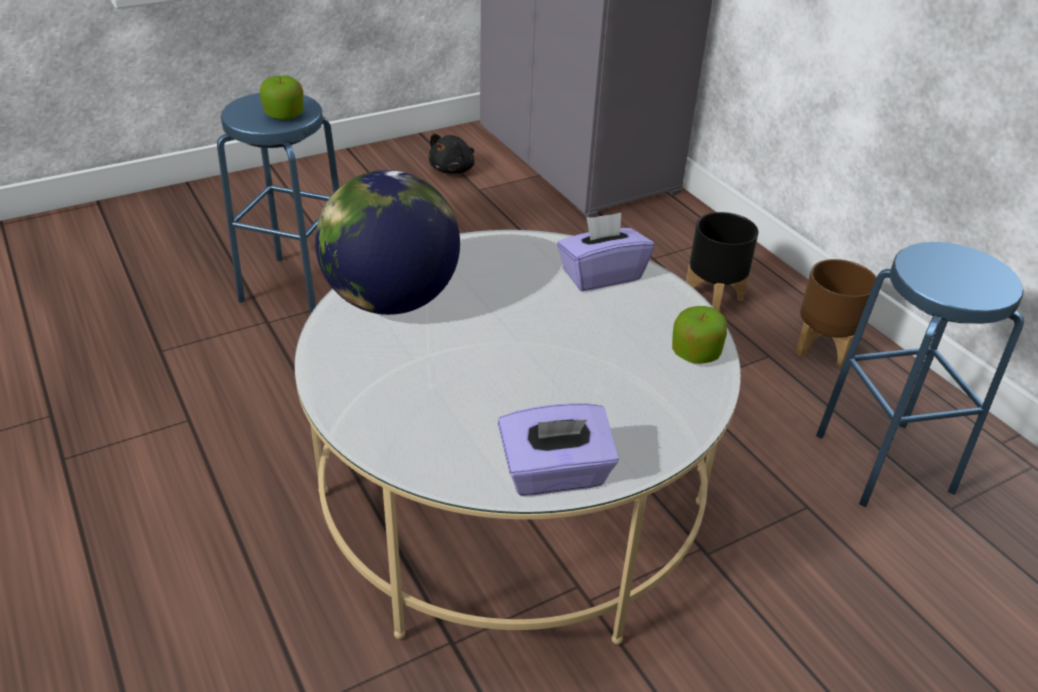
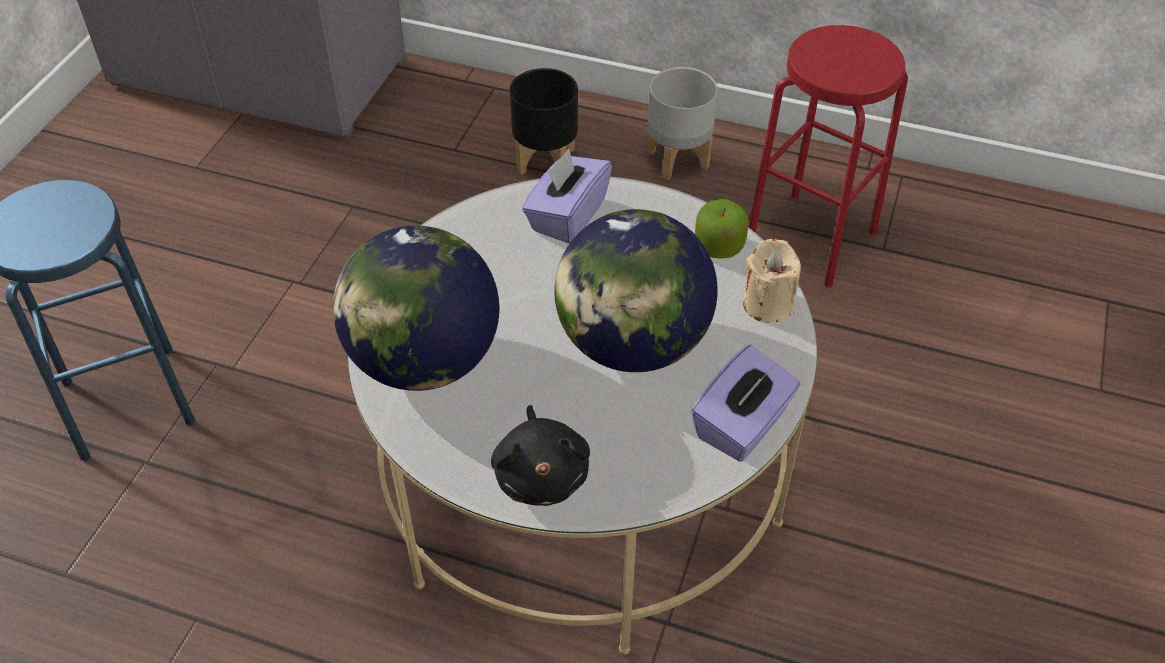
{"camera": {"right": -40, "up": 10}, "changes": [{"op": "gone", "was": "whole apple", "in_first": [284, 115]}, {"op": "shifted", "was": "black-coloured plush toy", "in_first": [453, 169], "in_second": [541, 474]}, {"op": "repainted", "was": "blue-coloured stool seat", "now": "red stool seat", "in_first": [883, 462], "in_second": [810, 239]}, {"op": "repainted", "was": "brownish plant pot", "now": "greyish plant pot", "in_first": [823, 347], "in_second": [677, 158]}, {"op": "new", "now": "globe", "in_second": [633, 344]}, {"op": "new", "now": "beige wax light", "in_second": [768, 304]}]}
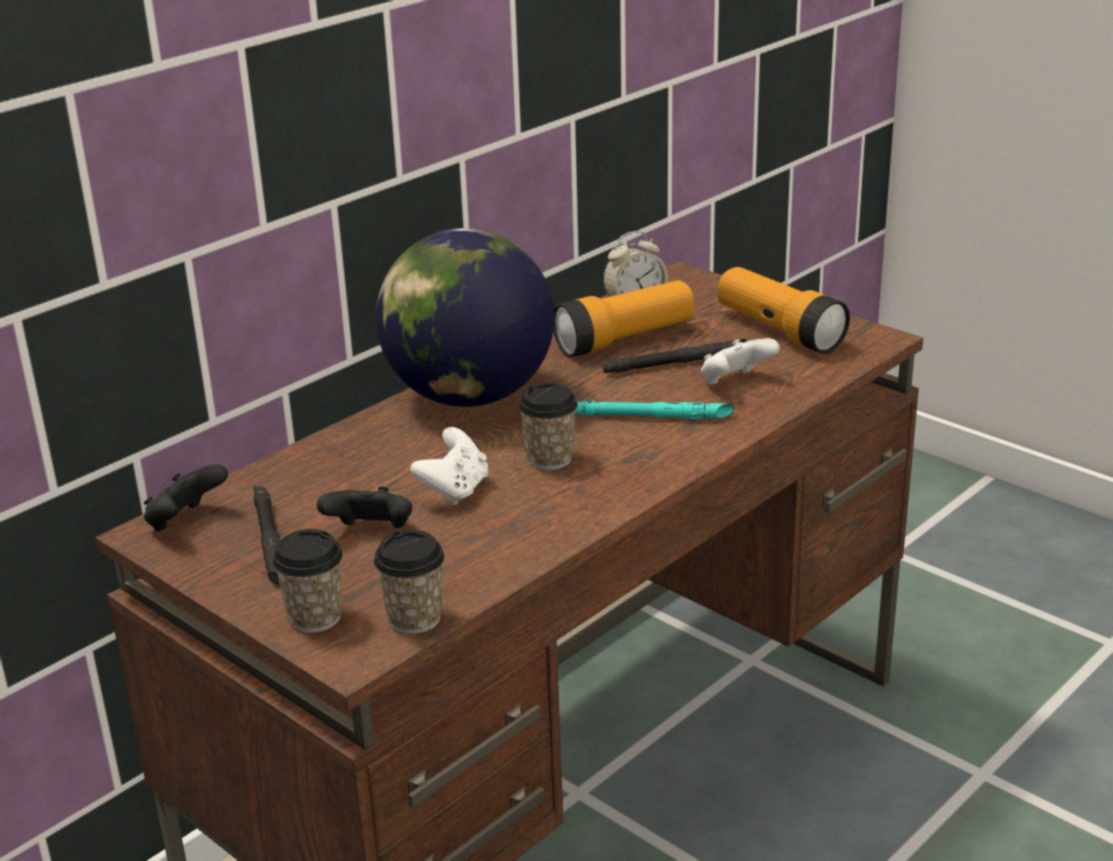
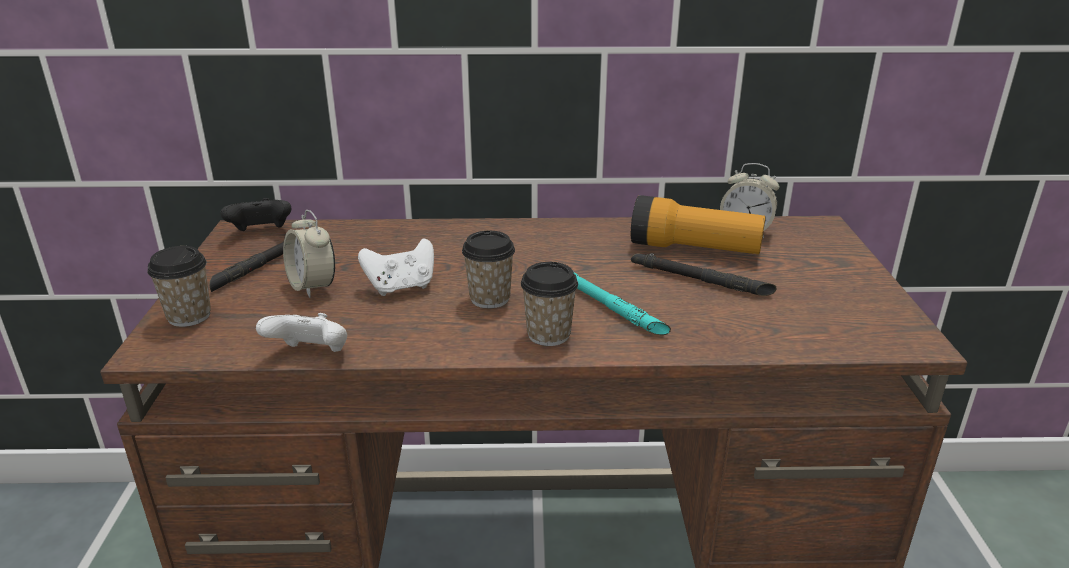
{"camera": {"right": 45, "up": 0}, "changes": [{"op": "gone", "was": "globe", "in_first": [468, 396]}, {"op": "gone", "was": "flashlight", "in_first": [779, 331]}, {"op": "shifted", "was": "white-coloured joypad", "in_first": [735, 382], "in_second": [311, 355]}, {"op": "swapped", "was": "black-coloured joypad", "now": "bedside clock", "in_first": [371, 533], "in_second": [313, 286]}, {"op": "shifted", "was": "small cup", "in_first": [414, 618], "in_second": [548, 334]}]}
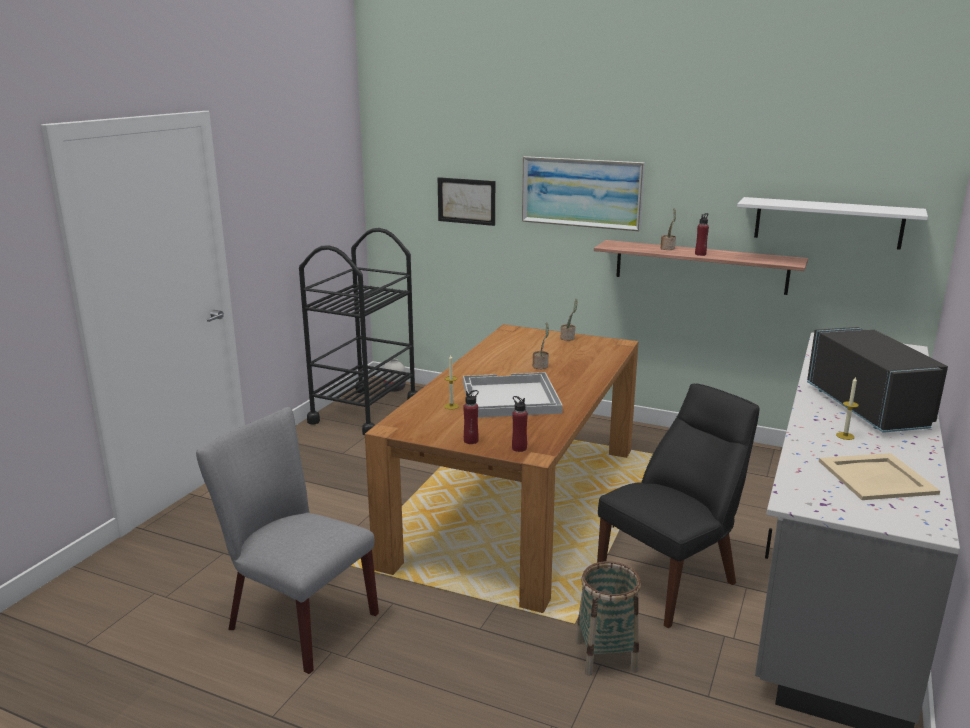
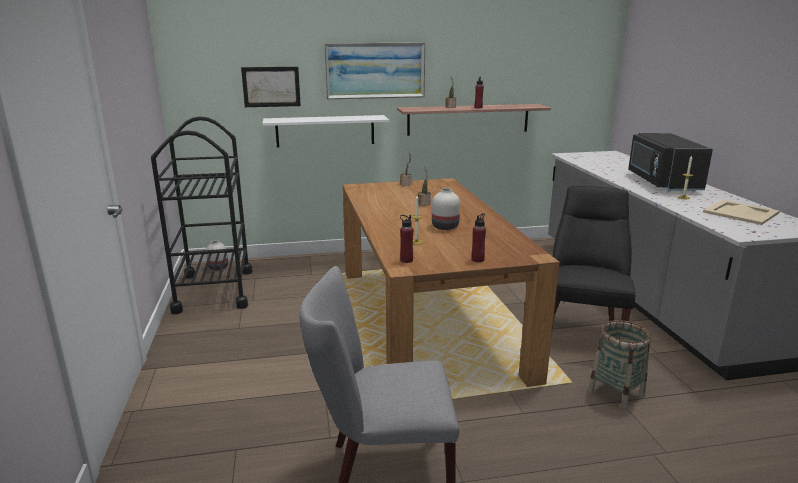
{"camera": {"right": -35, "up": 0}, "changes": [{"op": "shifted", "was": "white-coloured bracket shelf", "in_first": [828, 223], "in_second": [325, 131]}, {"op": "rotated", "was": "black-coloured microwave", "in_first": [870, 408], "in_second": [661, 182], "clockwise": -135}, {"op": "swapped", "was": "white-coloured carrying tray", "now": "white-coloured vase", "in_first": [509, 398], "in_second": [445, 227]}, {"op": "shifted", "was": "red bottle", "in_first": [519, 448], "in_second": [406, 260]}]}
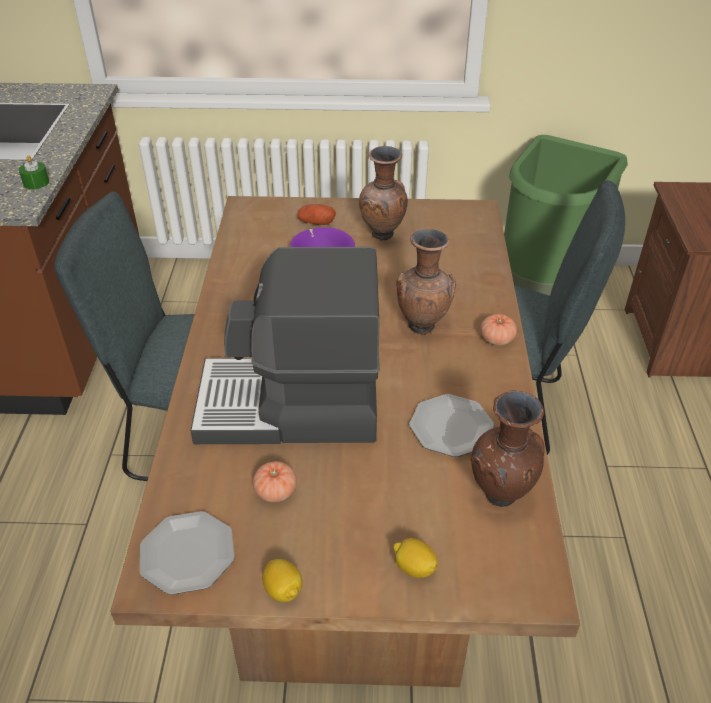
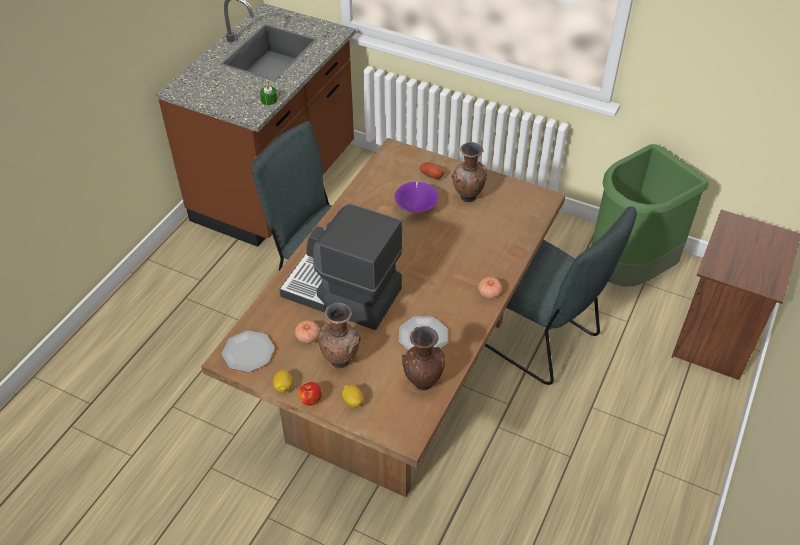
{"camera": {"right": 25, "up": 5}, "changes": [{"op": "shifted", "was": "brownish vase", "in_first": [423, 326], "in_second": [341, 361]}, {"op": "new", "now": "whole apple", "in_second": [310, 400]}]}
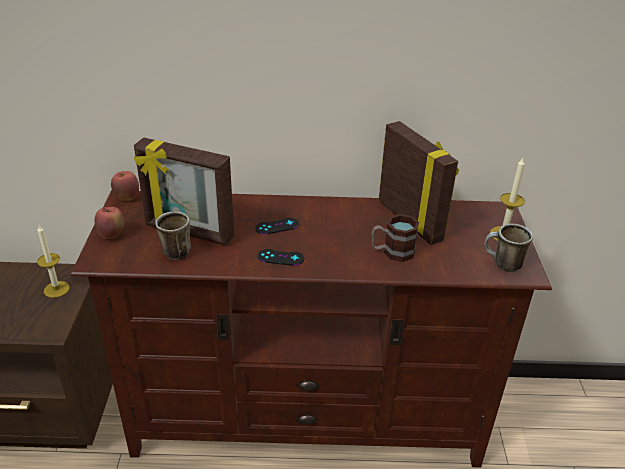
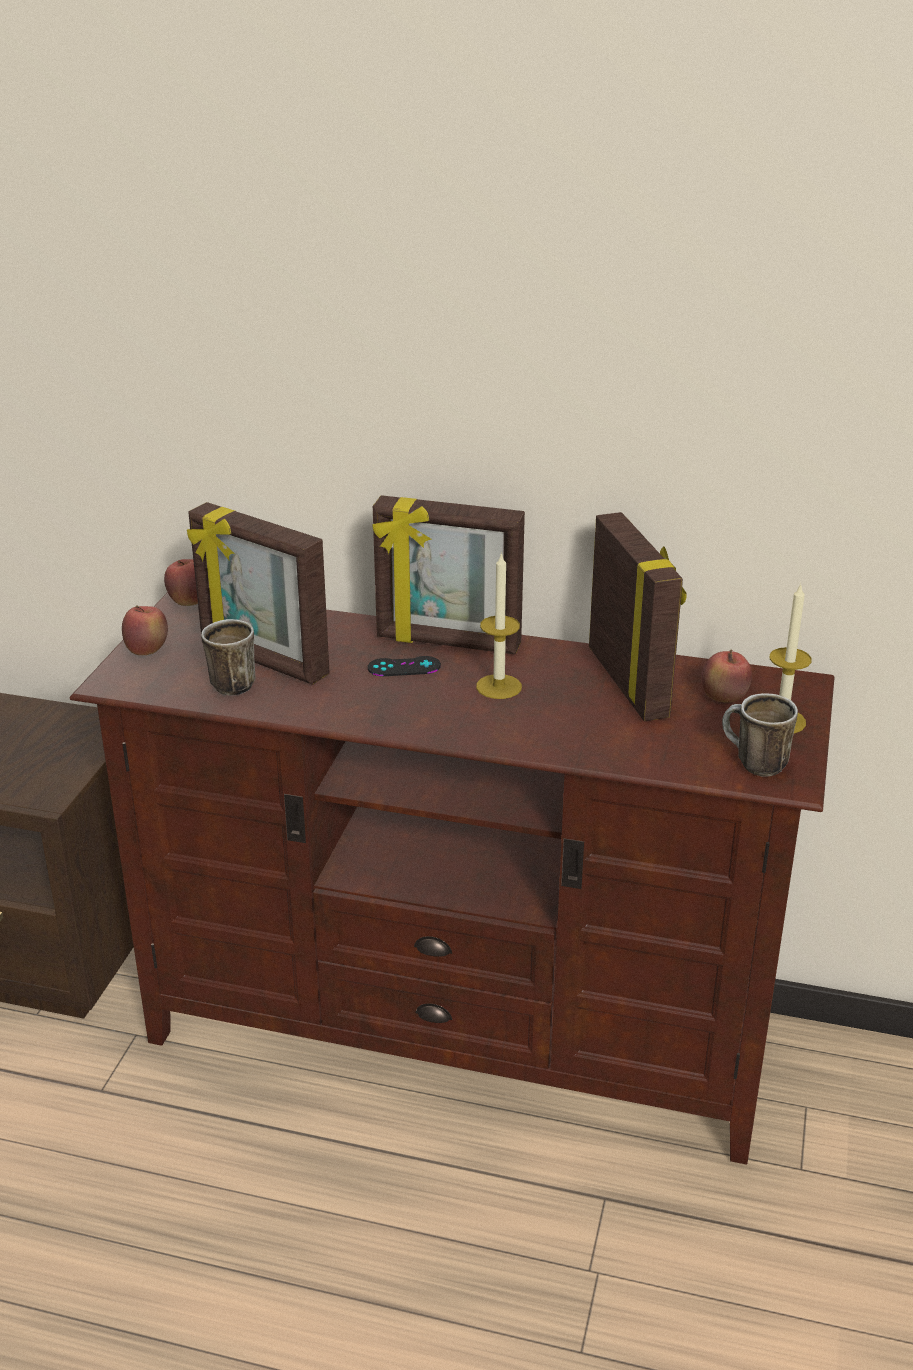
{"camera": {"right": 15, "up": -5}, "changes": [{"op": "gone", "was": "tea mug", "in_first": [392, 252]}, {"op": "shifted", "was": "wax light", "in_first": [56, 289], "in_second": [499, 686]}, {"op": "gone", "was": "black-coloured joypad", "in_first": [280, 257]}, {"op": "new", "now": "picture frame", "in_second": [448, 643]}, {"op": "new", "now": "whole apple", "in_second": [724, 699]}]}
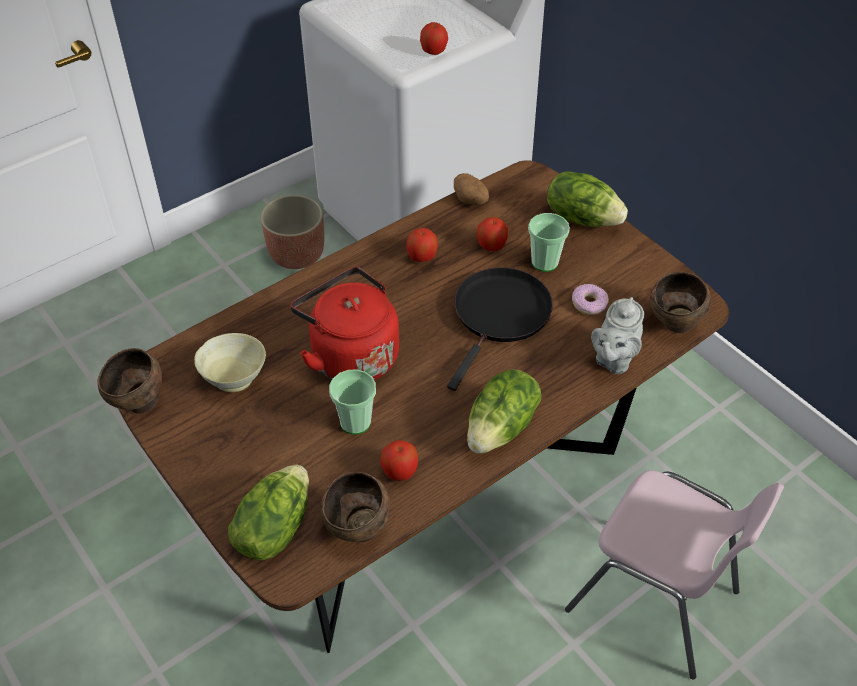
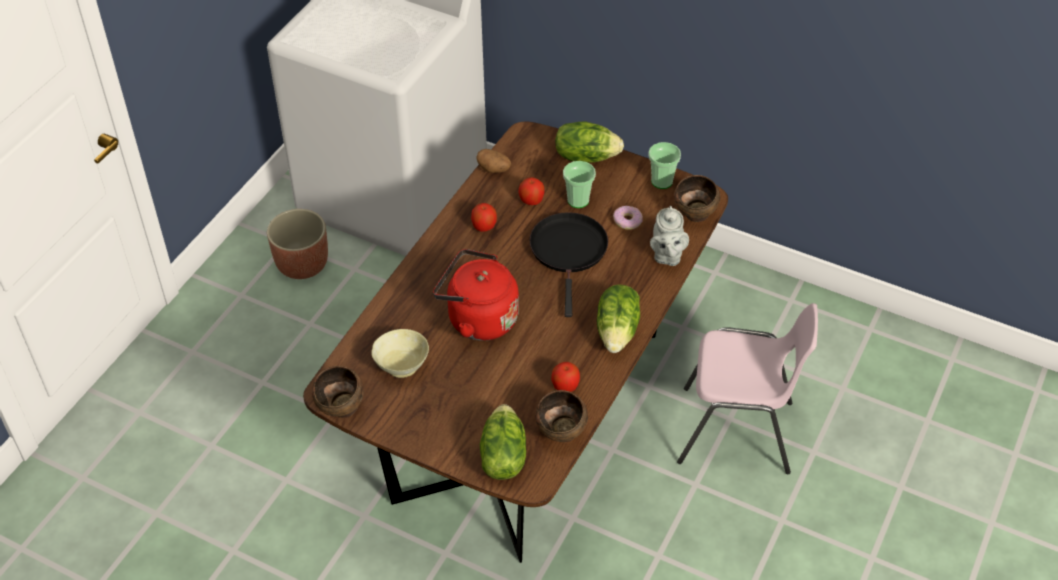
{"camera": {"right": -25, "up": 0}, "changes": [{"op": "gone", "was": "whole apple", "in_first": [433, 51]}, {"op": "shifted", "was": "small cup", "in_first": [355, 422], "in_second": [662, 181]}]}
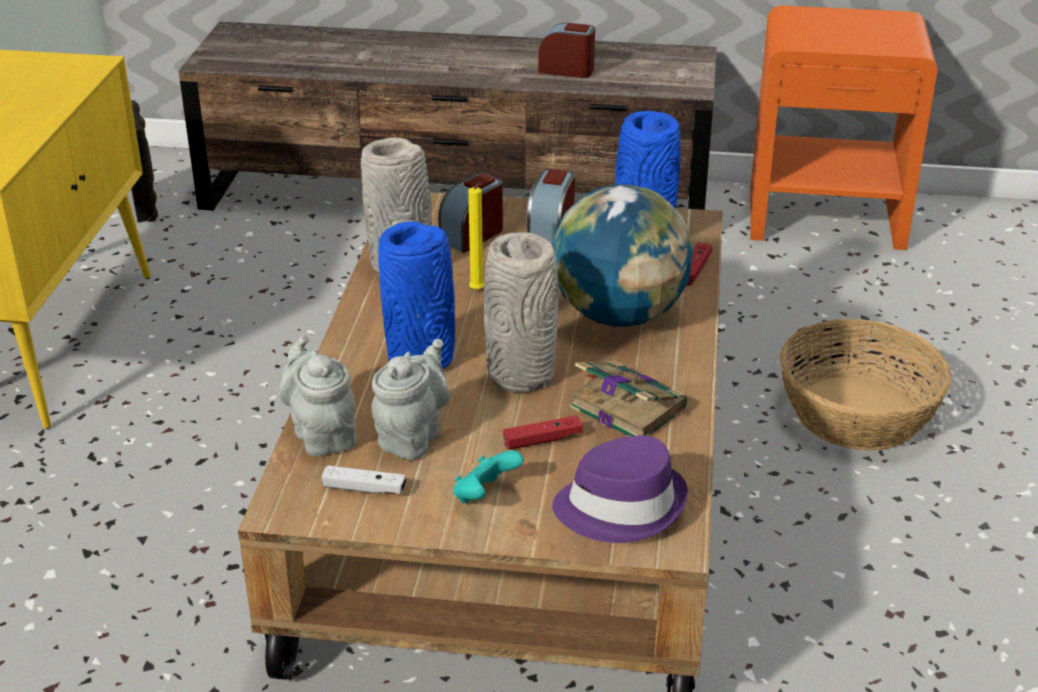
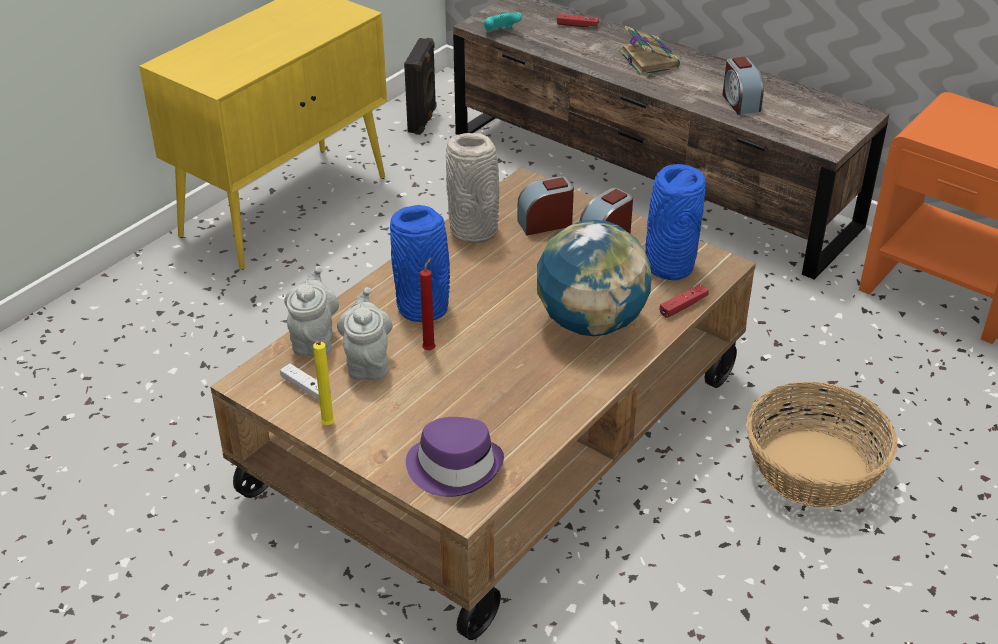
{"camera": {"right": 30, "up": 5}, "changes": [{"op": "rotated", "was": "bedside clock", "in_first": [567, 70], "in_second": [740, 102], "clockwise": -150}, {"op": "shifted", "was": "yellowish wax light", "in_first": [477, 291], "in_second": [327, 426]}, {"op": "gone", "was": "greyish vase", "in_first": [520, 376]}, {"op": "rotated", "was": "greyish pot for tea", "in_first": [412, 436], "in_second": [367, 363], "clockwise": -60}, {"op": "shifted", "was": "bound book", "in_first": [625, 407], "in_second": [648, 60]}, {"op": "shifted", "was": "red joypad", "in_first": [542, 440], "in_second": [577, 25]}, {"op": "shifted", "was": "turquoise-coloured joypad", "in_first": [485, 496], "in_second": [500, 32]}, {"op": "new", "now": "red wax light", "in_second": [430, 349]}]}
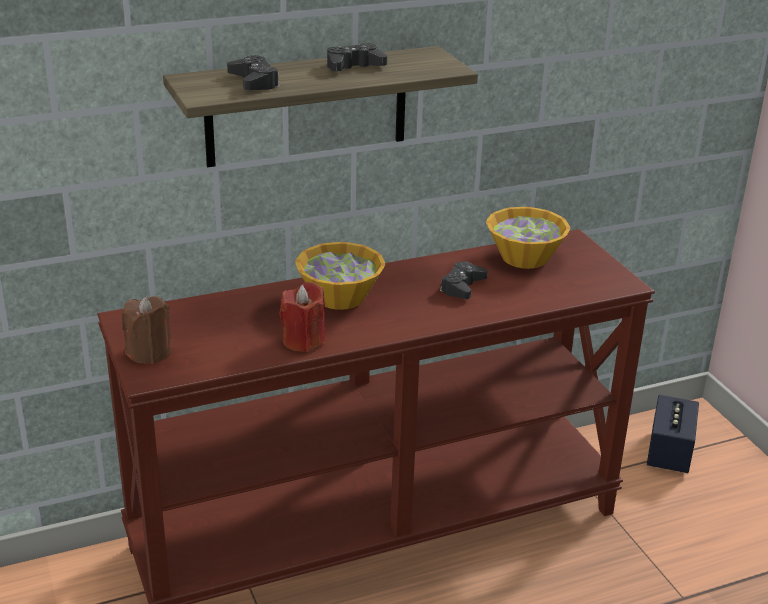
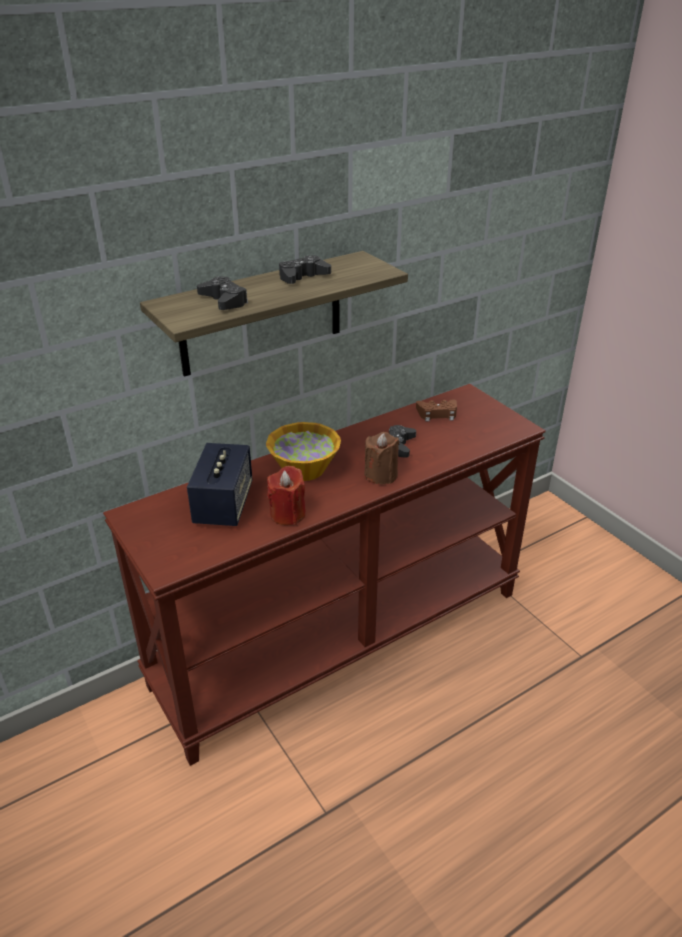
{"camera": {"right": -10, "up": 5}, "changes": [{"op": "swapped", "was": "serving bowl", "now": "brownish joypad", "in_first": [524, 257], "in_second": [437, 414]}, {"op": "shifted", "was": "brownish wax light", "in_first": [149, 352], "in_second": [381, 475]}, {"op": "shifted", "was": "loudspeaker", "in_first": [669, 453], "in_second": [223, 505]}]}
